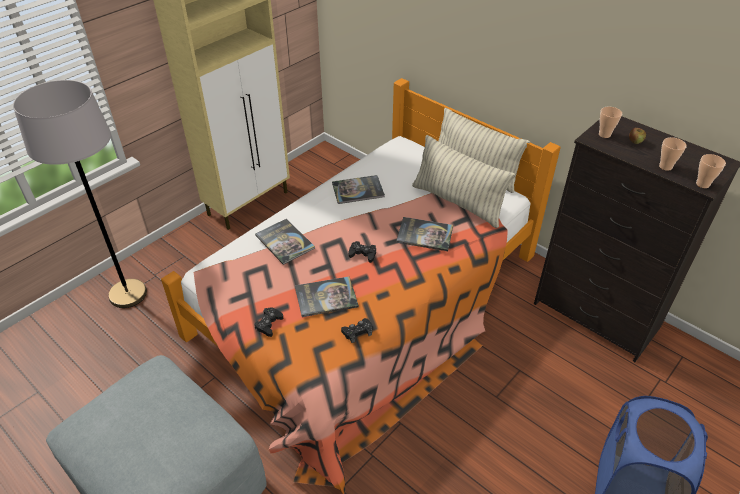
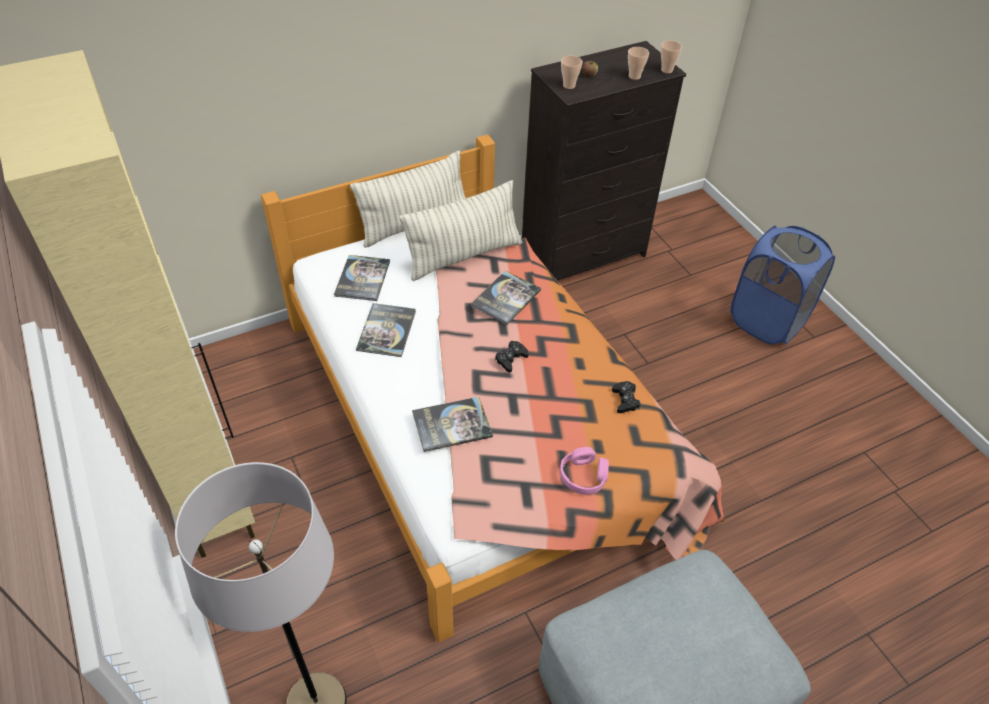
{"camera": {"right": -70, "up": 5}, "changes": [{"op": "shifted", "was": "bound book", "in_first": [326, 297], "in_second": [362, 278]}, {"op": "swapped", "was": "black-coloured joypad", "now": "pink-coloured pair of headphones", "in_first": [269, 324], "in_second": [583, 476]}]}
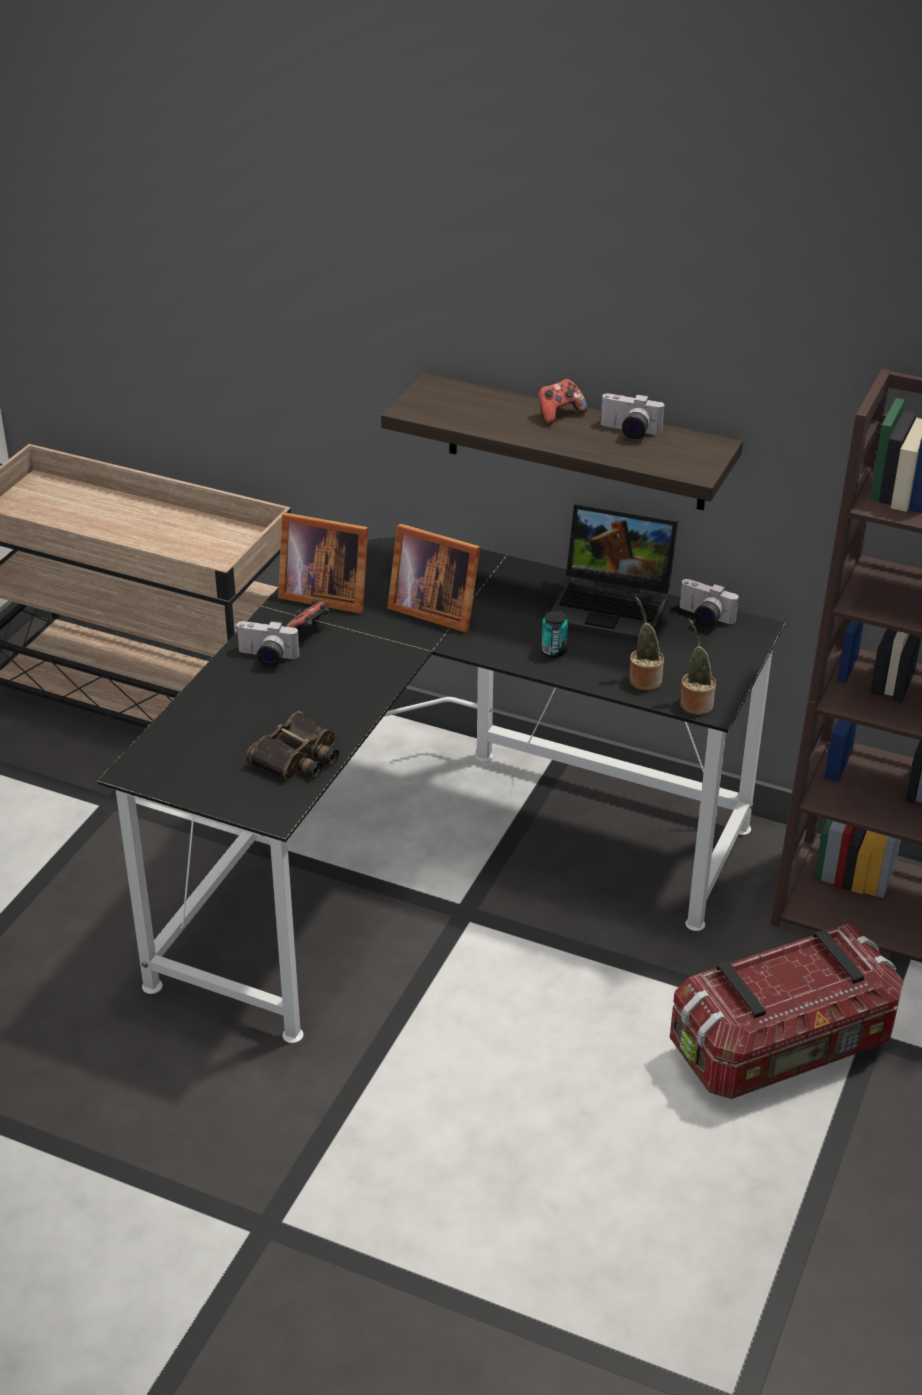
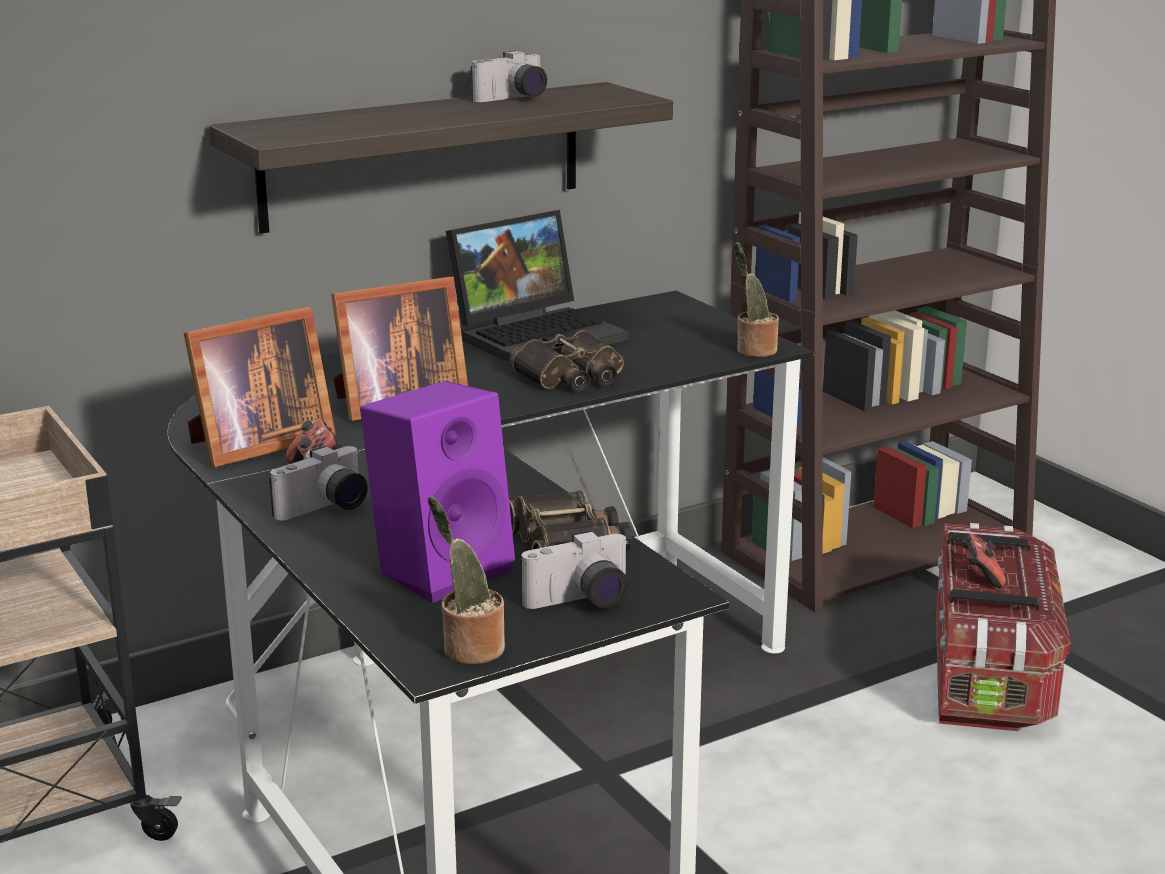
{"camera": {"right": -55, "up": -15}, "changes": [{"op": "shifted", "was": "joypad", "in_first": [559, 414], "in_second": [981, 575]}, {"op": "shifted", "was": "photo camera", "in_first": [703, 618], "in_second": [581, 602]}, {"op": "shifted", "was": "potted plant", "in_first": [643, 679], "in_second": [469, 649]}, {"op": "swapped", "was": "can", "now": "field glasses", "in_first": [553, 651], "in_second": [572, 376]}, {"op": "new", "now": "purple-coloured loudspeaker", "in_second": [442, 568]}]}
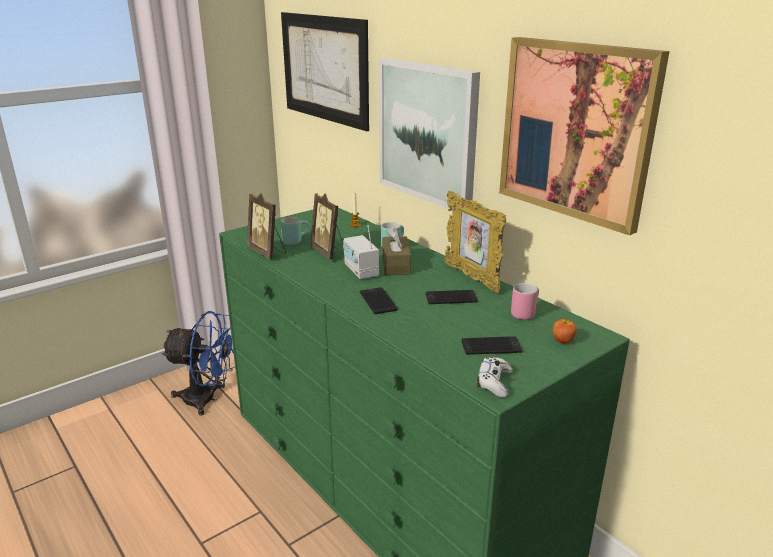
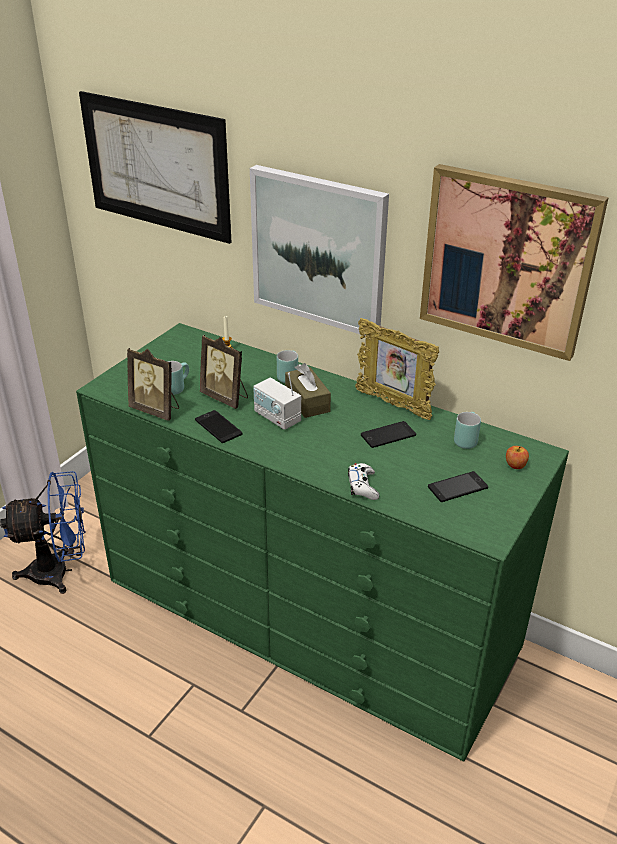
{"camera": {"right": -20, "up": 10}, "changes": [{"op": "repainted", "was": "pink-coloured tea mug", "now": "turquoise-coloured tea mug", "in_first": [524, 312], "in_second": [465, 439]}, {"op": "shifted", "was": "handset", "in_first": [378, 301], "in_second": [218, 427]}, {"op": "shifted", "was": "white-coloured joypad", "in_first": [494, 382], "in_second": [362, 486]}]}
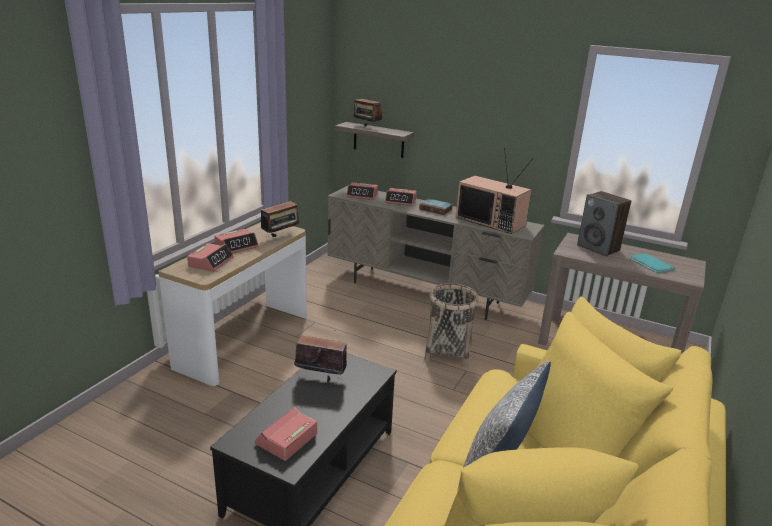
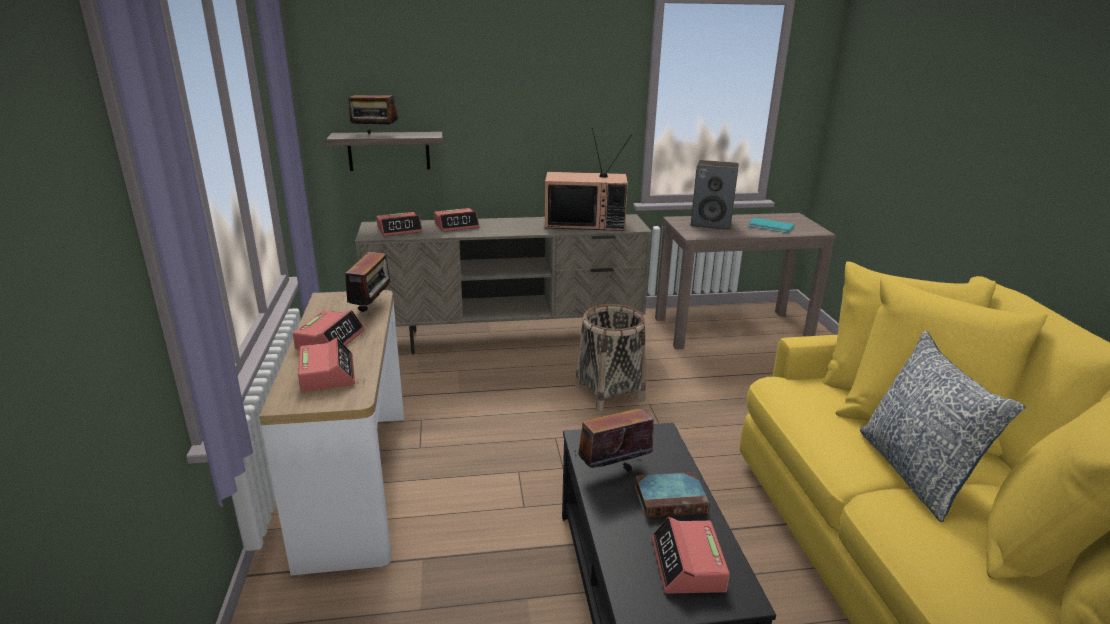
{"camera": {"right": -35, "up": 0}, "changes": [{"op": "shifted", "was": "bound book", "in_first": [436, 209], "in_second": [671, 499]}]}
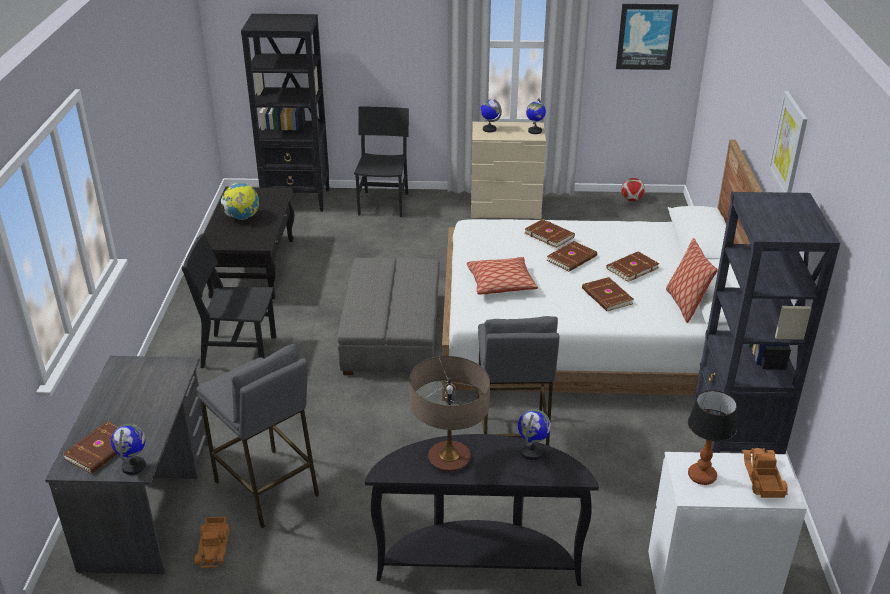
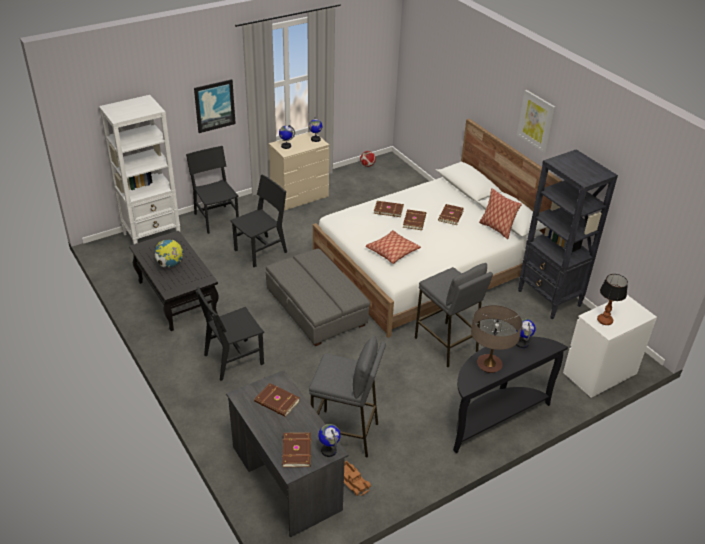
{"camera": {"right": -35, "up": 5}, "changes": [{"op": "shifted", "was": "wall picture", "in_first": [646, 36], "in_second": [214, 105]}, {"op": "repainted", "was": "black-coloured bookshelf", "now": "white-coloured bookshelf", "in_first": [297, 200], "in_second": [152, 236]}, {"op": "shifted", "was": "brownish bound book", "in_first": [606, 297], "in_second": [277, 402]}, {"op": "gone", "was": "toy lorry", "in_first": [762, 478]}, {"op": "new", "now": "black-coloured chair", "in_second": [261, 251]}]}
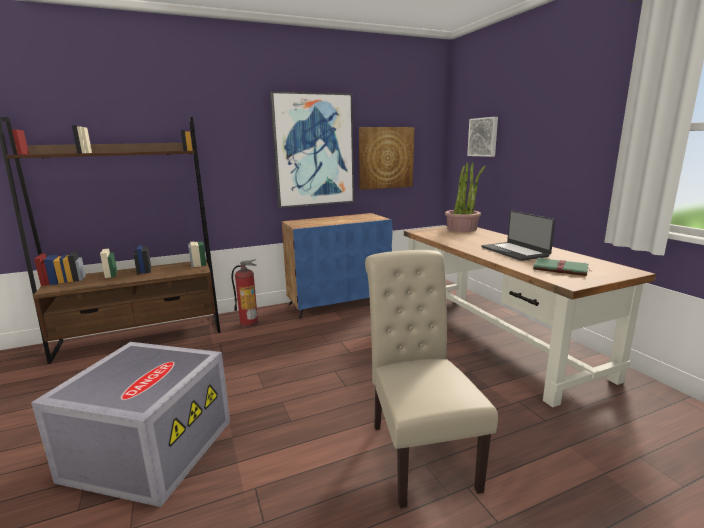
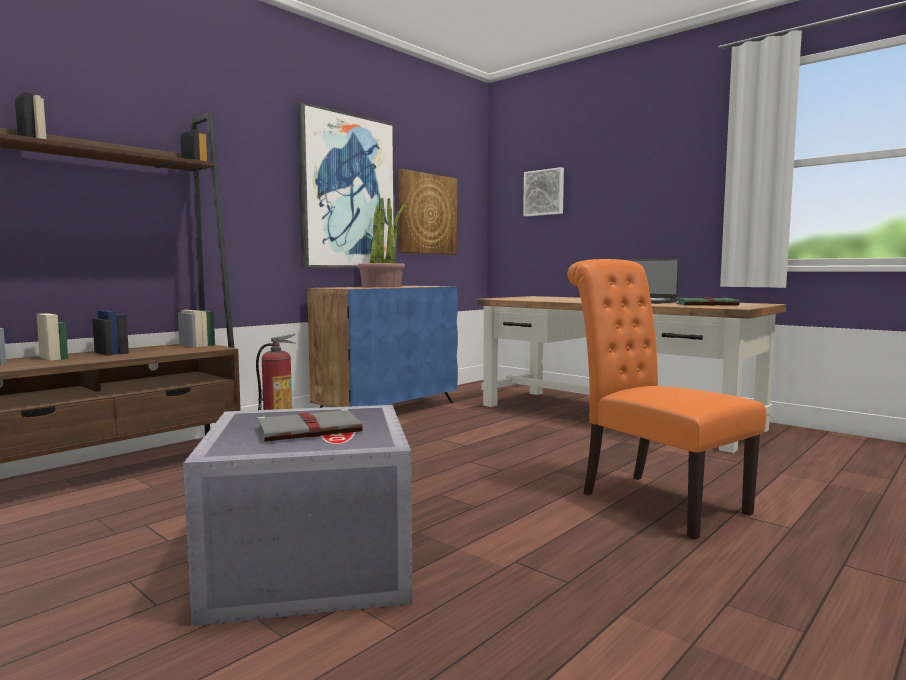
{"camera": {"right": -25, "up": -10}, "changes": [{"op": "shifted", "was": "potted plant", "in_first": [462, 228], "in_second": [382, 286]}, {"op": "repainted", "was": "beige chair", "now": "orangey chair", "in_first": [418, 450], "in_second": [654, 500]}, {"op": "new", "now": "greyish bound book", "in_second": [311, 430]}]}
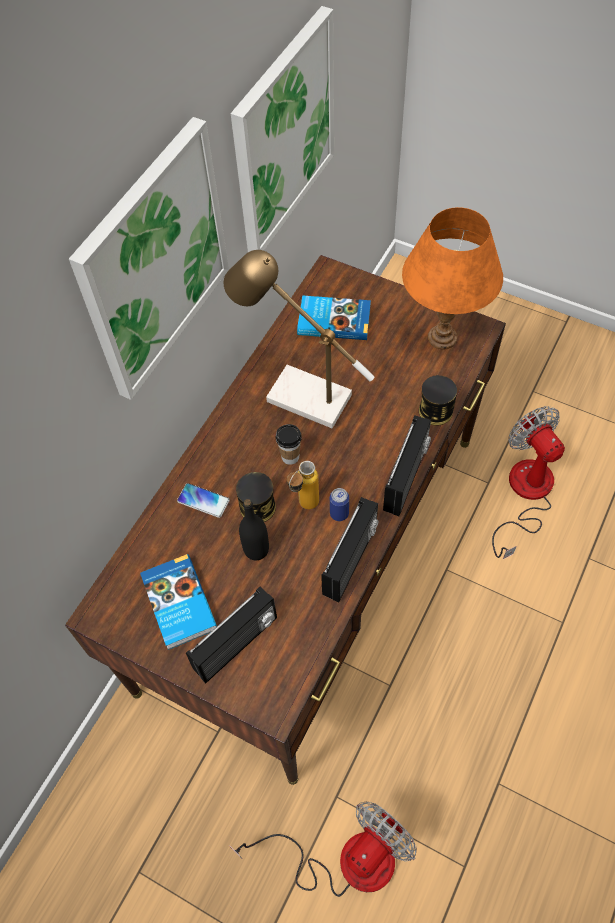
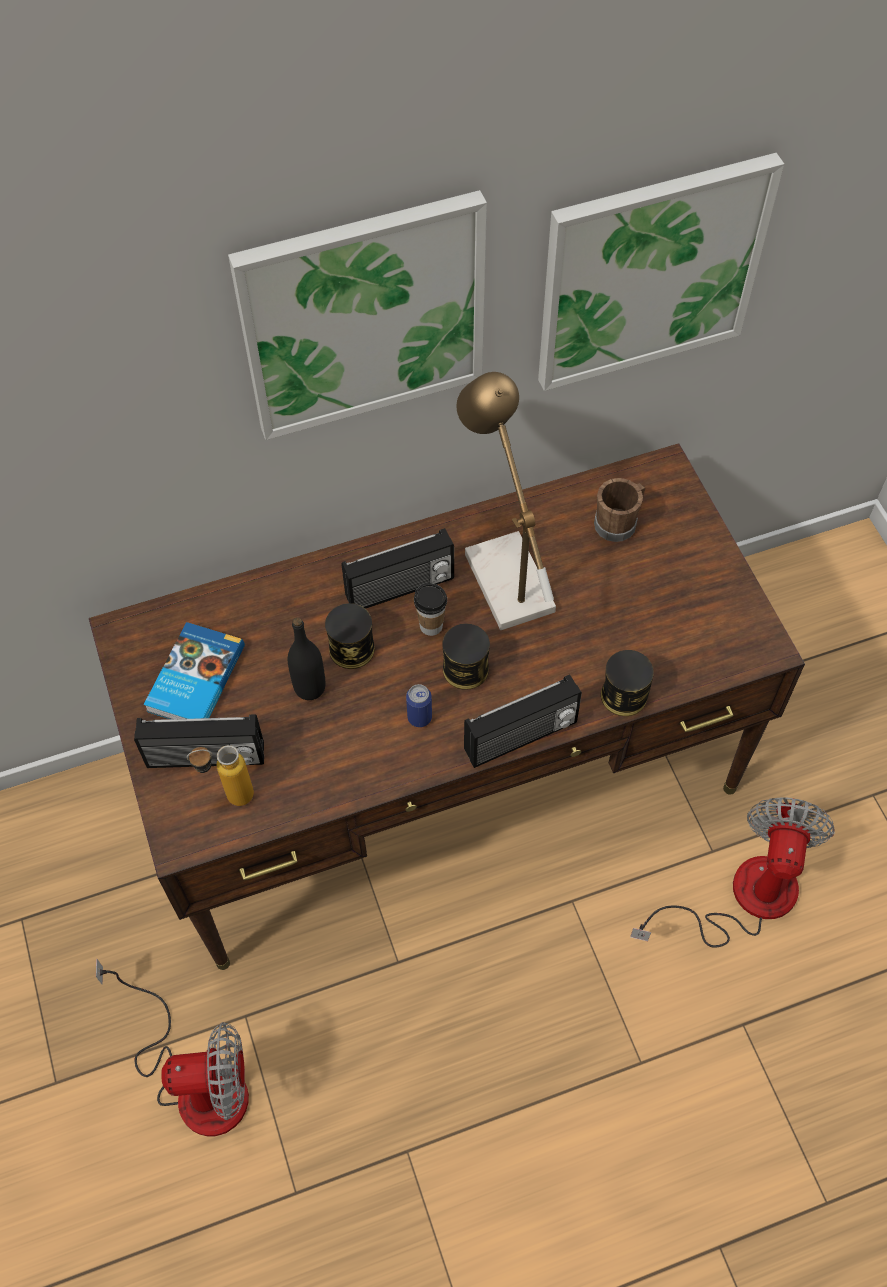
{"camera": {"right": 40, "up": 0}, "changes": [{"op": "gone", "was": "orangey lamp for a table", "in_first": [443, 338]}, {"op": "swapped", "was": "bound book", "now": "brownish tea mug", "in_first": [333, 320], "in_second": [618, 522]}, {"op": "shifted", "was": "bottle", "in_first": [304, 507], "in_second": [229, 796]}, {"op": "gone", "was": "handset", "in_first": [203, 500]}, {"op": "shifted", "was": "radio set", "in_first": [351, 561], "in_second": [400, 589]}, {"op": "new", "now": "can", "in_second": [465, 669]}]}
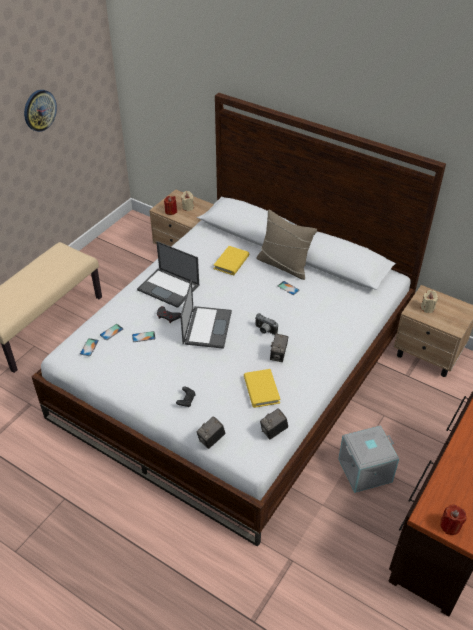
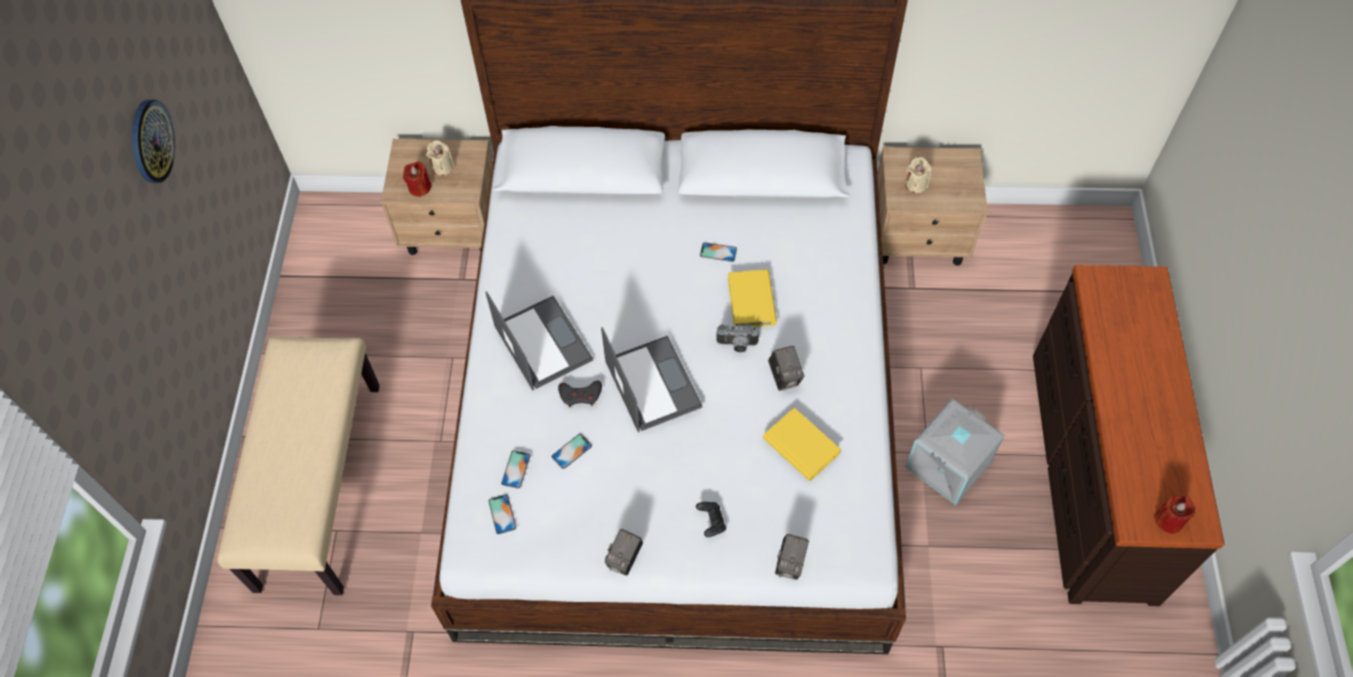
{"camera": {"right": -30, "up": 15}, "changes": [{"op": "gone", "was": "beige cushion", "in_first": [284, 265]}, {"op": "rotated", "was": "laptop", "in_first": [169, 287], "in_second": [542, 342], "clockwise": -120}, {"op": "shifted", "was": "yellowish bound book", "in_first": [231, 262], "in_second": [751, 301]}, {"op": "shifted", "was": "photo camera", "in_first": [273, 431], "in_second": [625, 559]}]}
